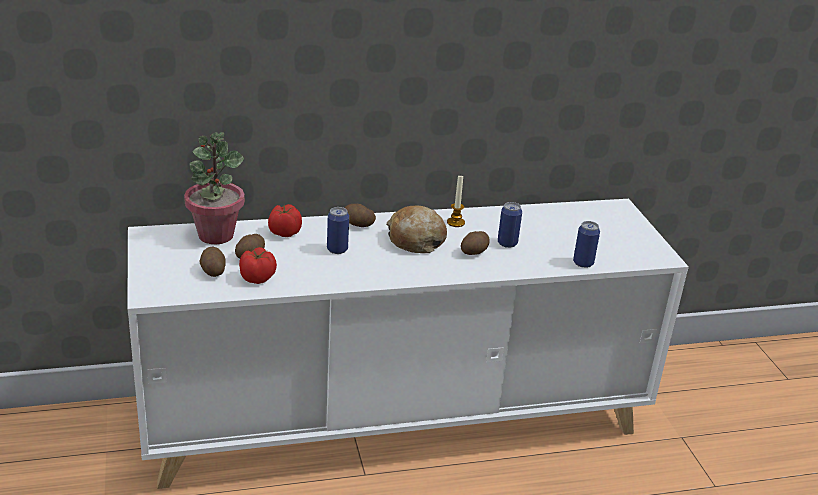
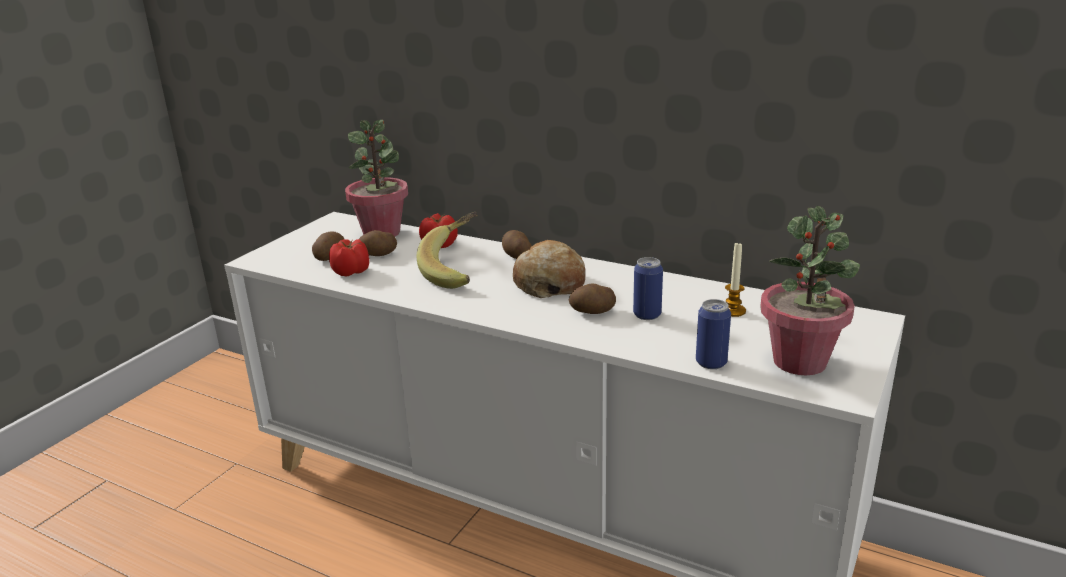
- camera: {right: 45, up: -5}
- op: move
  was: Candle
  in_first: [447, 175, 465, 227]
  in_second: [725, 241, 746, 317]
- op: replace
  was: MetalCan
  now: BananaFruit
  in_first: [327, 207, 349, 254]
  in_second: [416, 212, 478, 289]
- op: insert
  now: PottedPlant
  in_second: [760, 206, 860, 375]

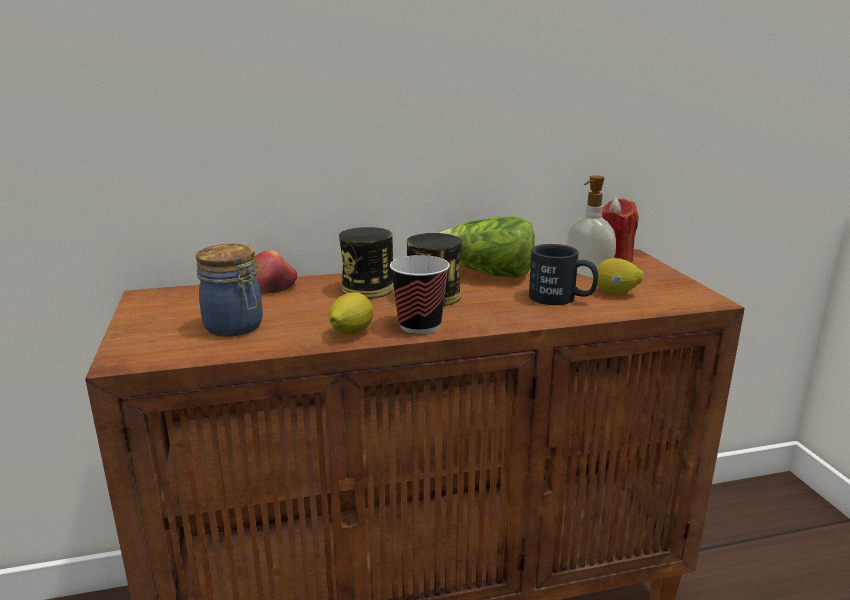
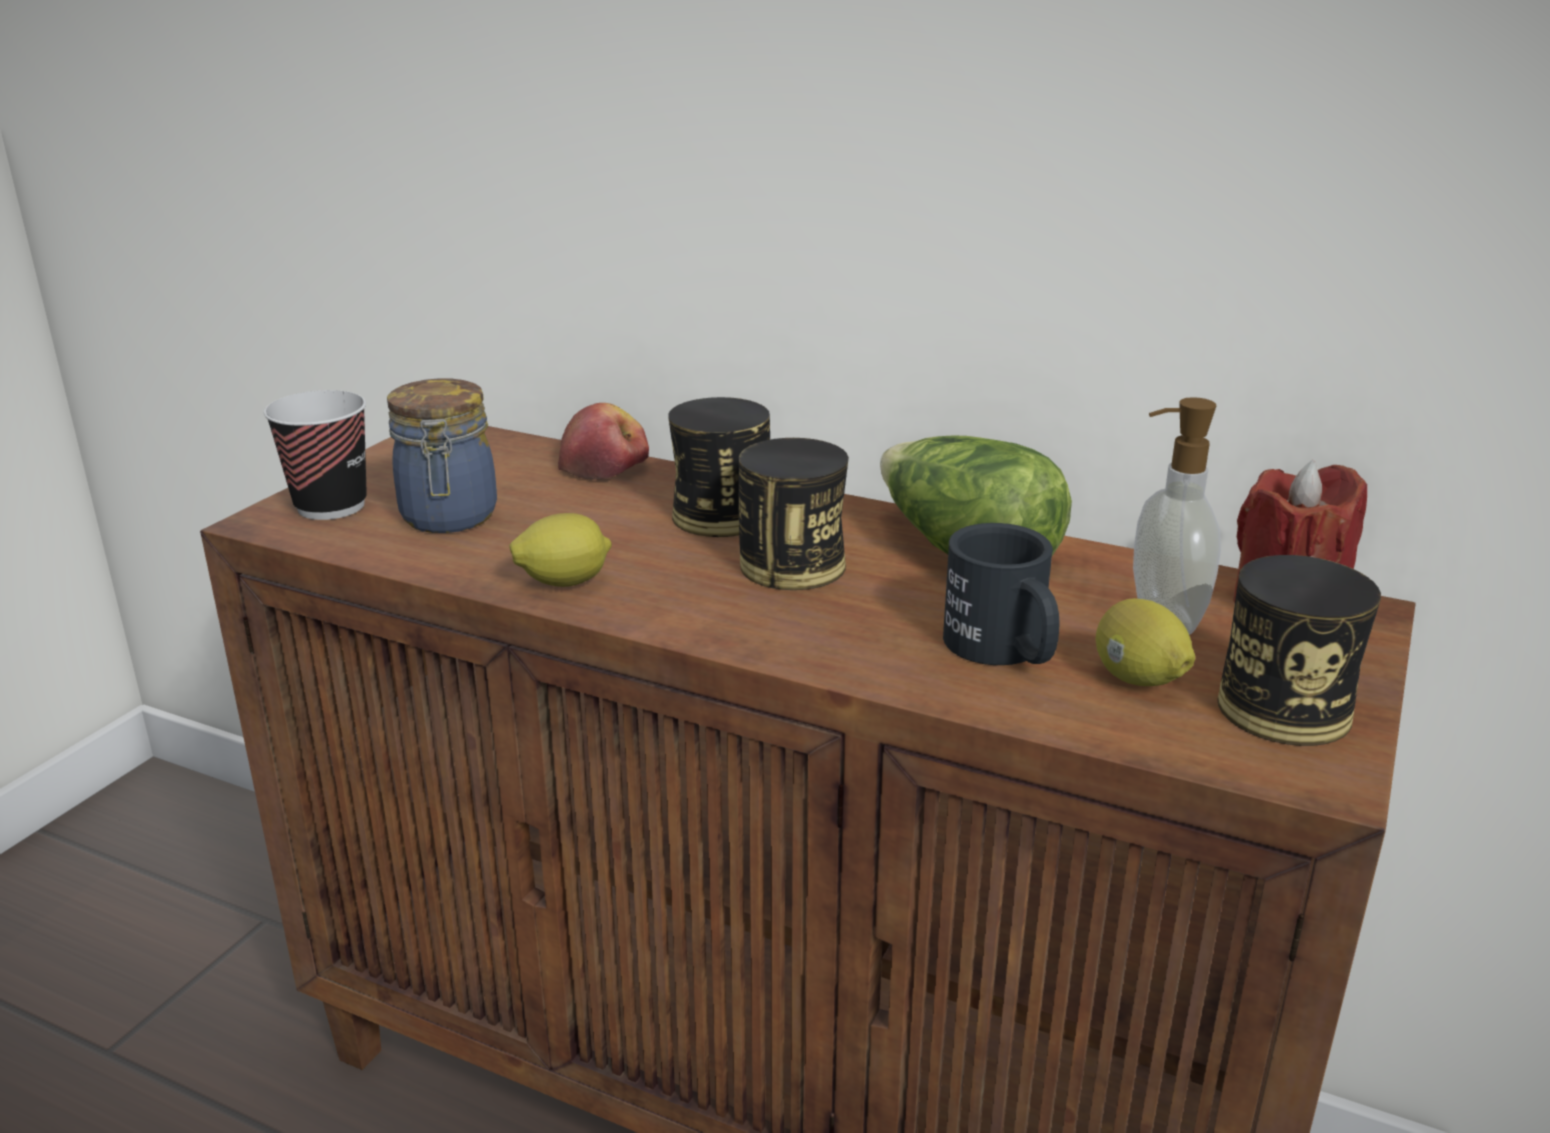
- camera: {right: 40, up: 5}
- op: move
  was: SmallCup
  in_first: [390, 255, 450, 334]
  in_second: [264, 390, 367, 520]
- op: insert
  now: MetalCan
  in_second: [1217, 555, 1381, 746]

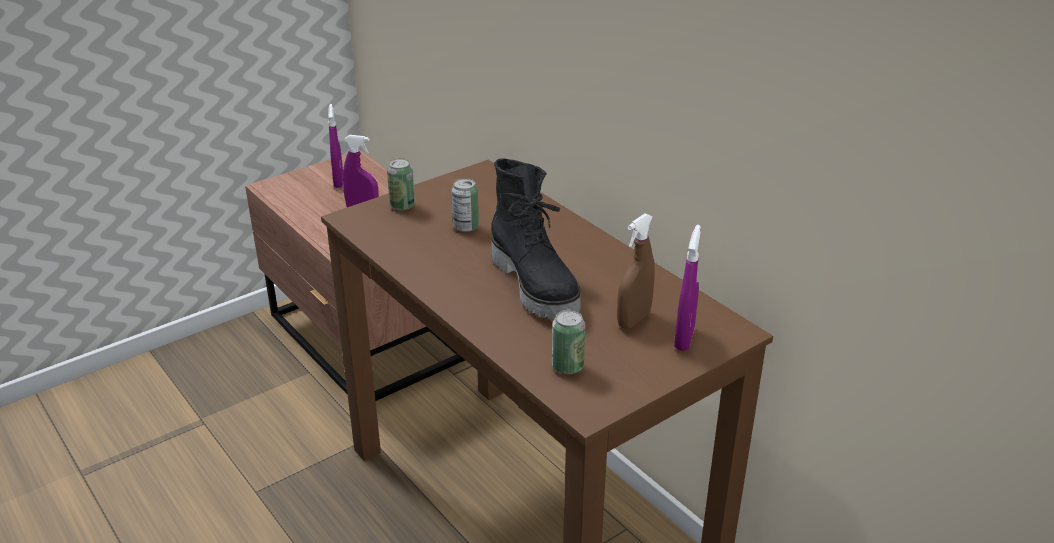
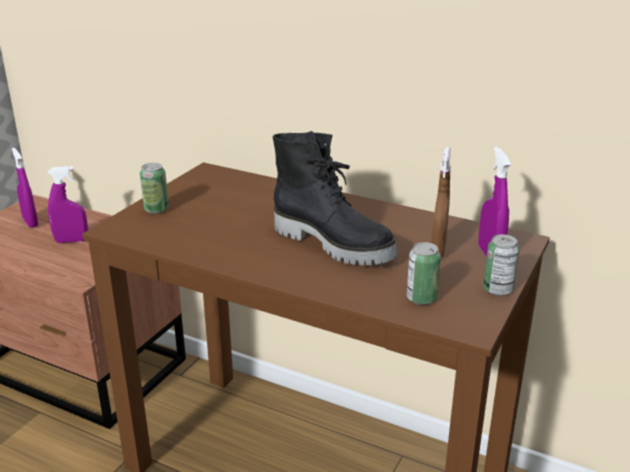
- camera: {right: -25, up: -5}
- op: move
  was: MetalCan
  in_first: [451, 178, 479, 232]
  in_second: [483, 234, 519, 296]

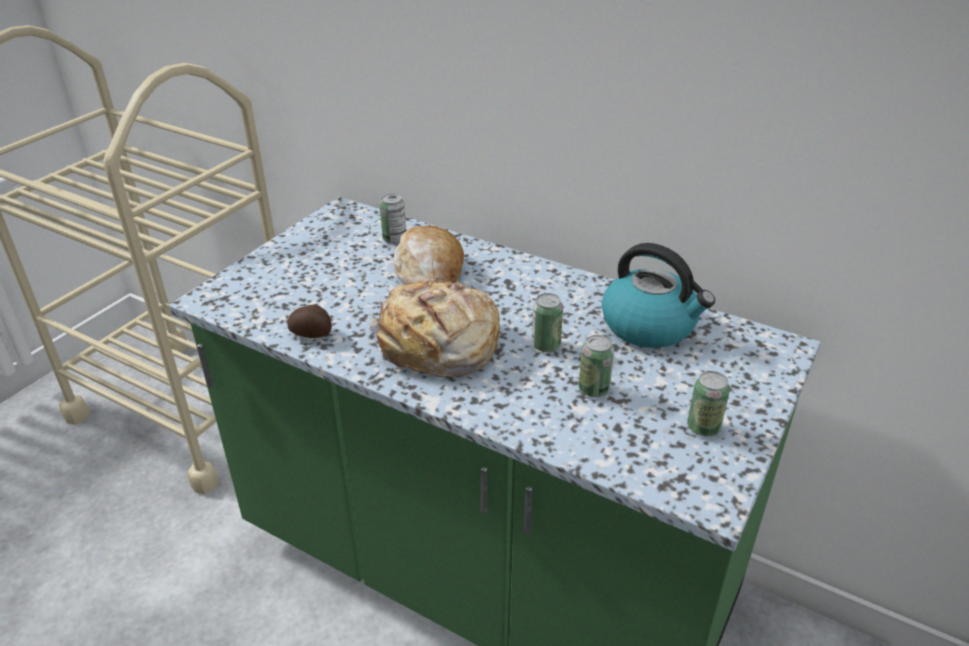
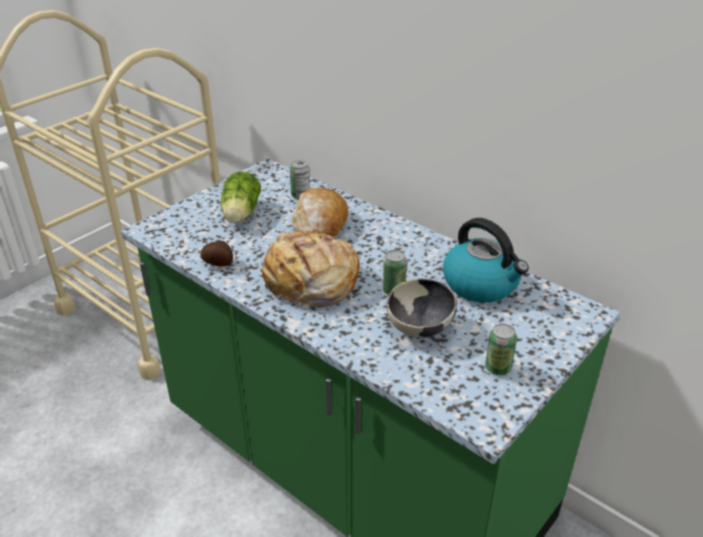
- camera: {right: 10, up: 0}
- op: replace
  was: MetalCan
  now: ServingBowl
  in_first: [578, 335, 614, 397]
  in_second: [387, 279, 457, 338]
- op: insert
  now: Lettuce
  in_second: [221, 171, 261, 223]

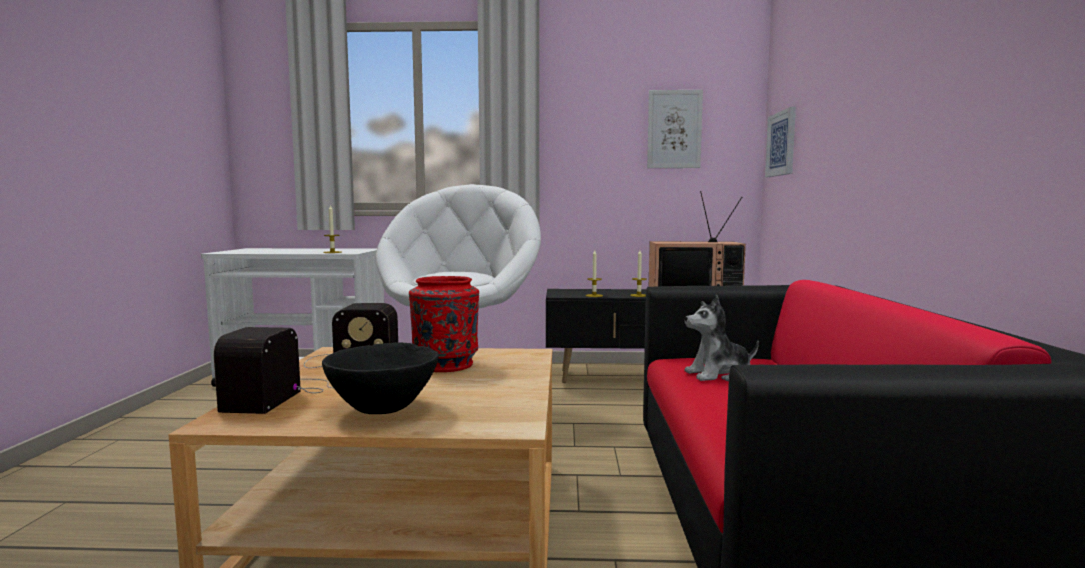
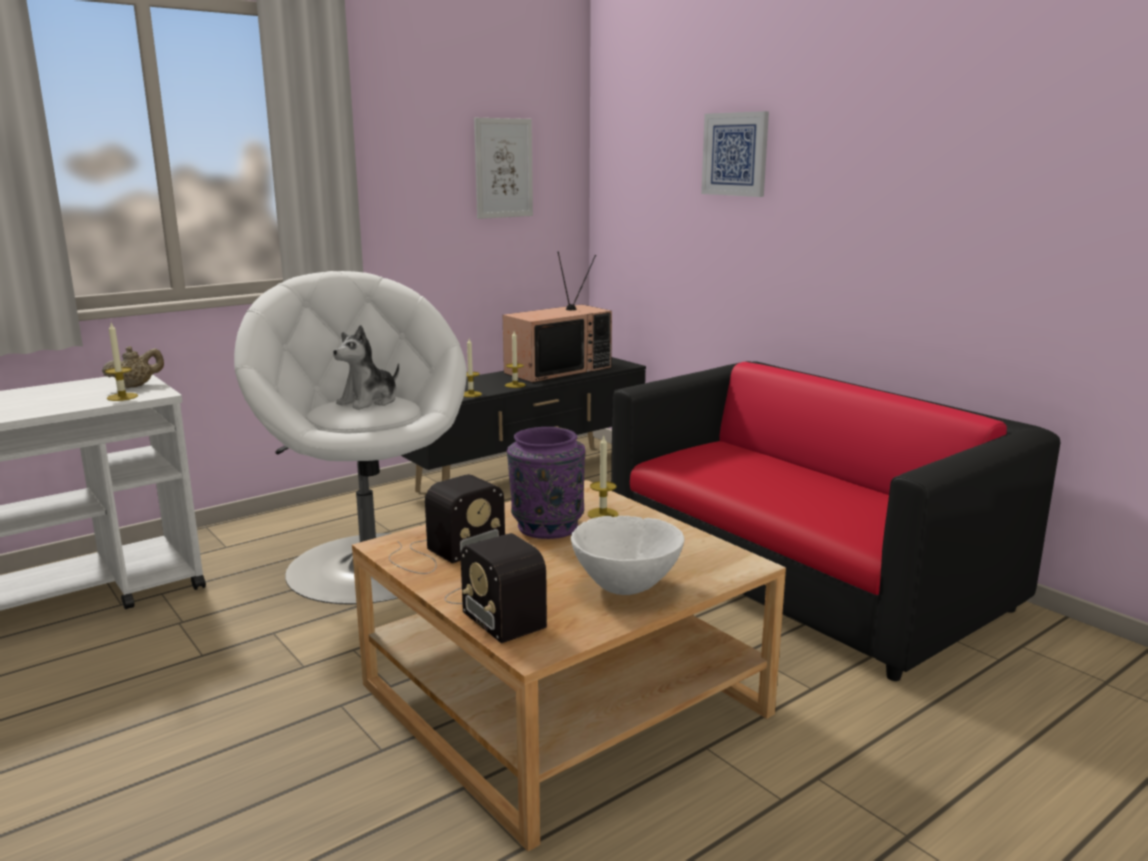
- camera: {right: -40, up: 10}
- op: move
  was: WallPicture
  in_first: [765, 107, 796, 177]
  in_second: [701, 111, 769, 197]
- op: recolor
  was: RedFlowerVase
  now: PurpleFlowerVase
  in_first: [409, 276, 479, 372]
  in_second: [507, 427, 585, 539]
- op: move
  was: CuddlyToy
  in_first: [685, 295, 759, 382]
  in_second: [333, 325, 399, 410]
- op: recolor
  was: BlackishServingBowl
  now: WhiteServingBowl
  in_first: [322, 342, 439, 414]
  in_second: [571, 516, 684, 595]
- op: insert
  now: BeigeColouredTeaPot
  in_second: [102, 346, 164, 388]
- op: insert
  now: Candle
  in_second: [588, 436, 618, 518]

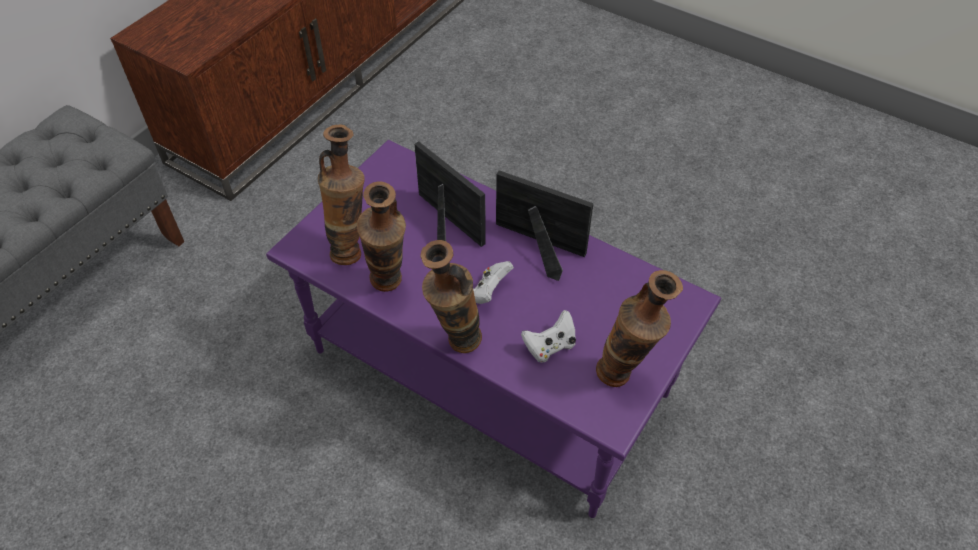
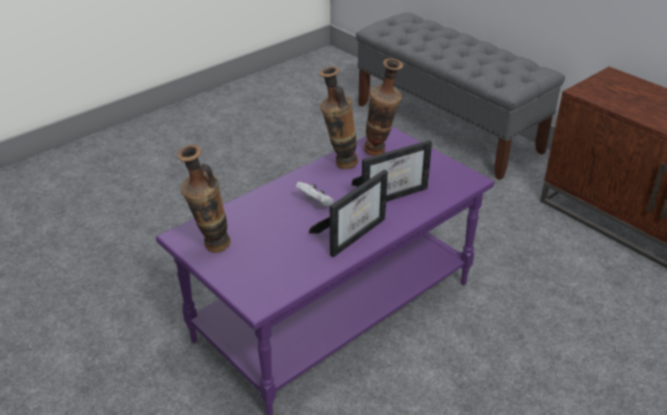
- camera: {right: 105, up: -15}
- op: delete
  was: FlowerVase
  in_first: [420, 240, 482, 353]
- op: delete
  was: WhiteGamepad
  in_first: [521, 310, 576, 363]

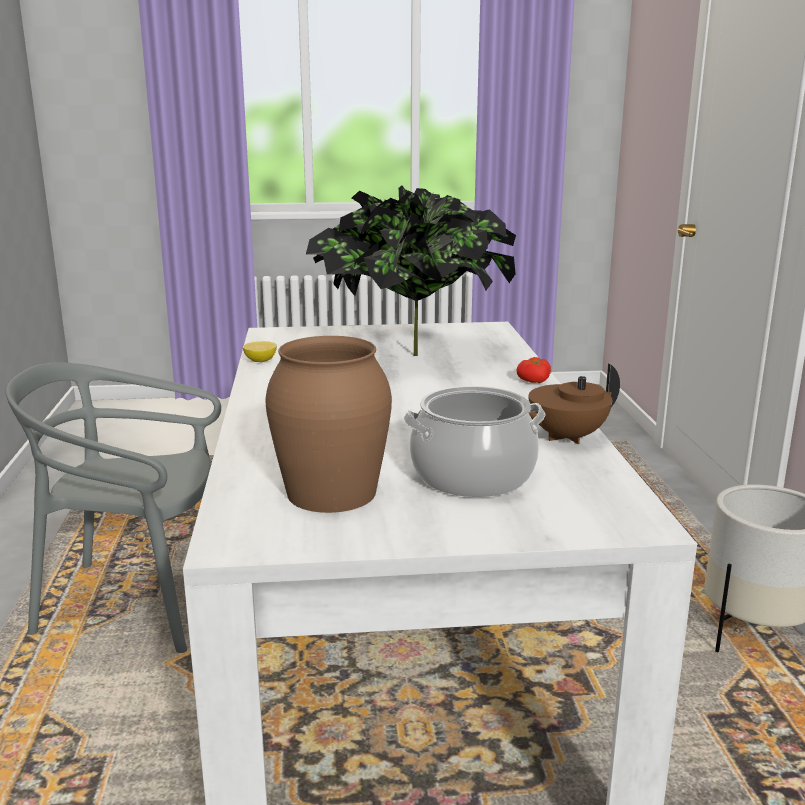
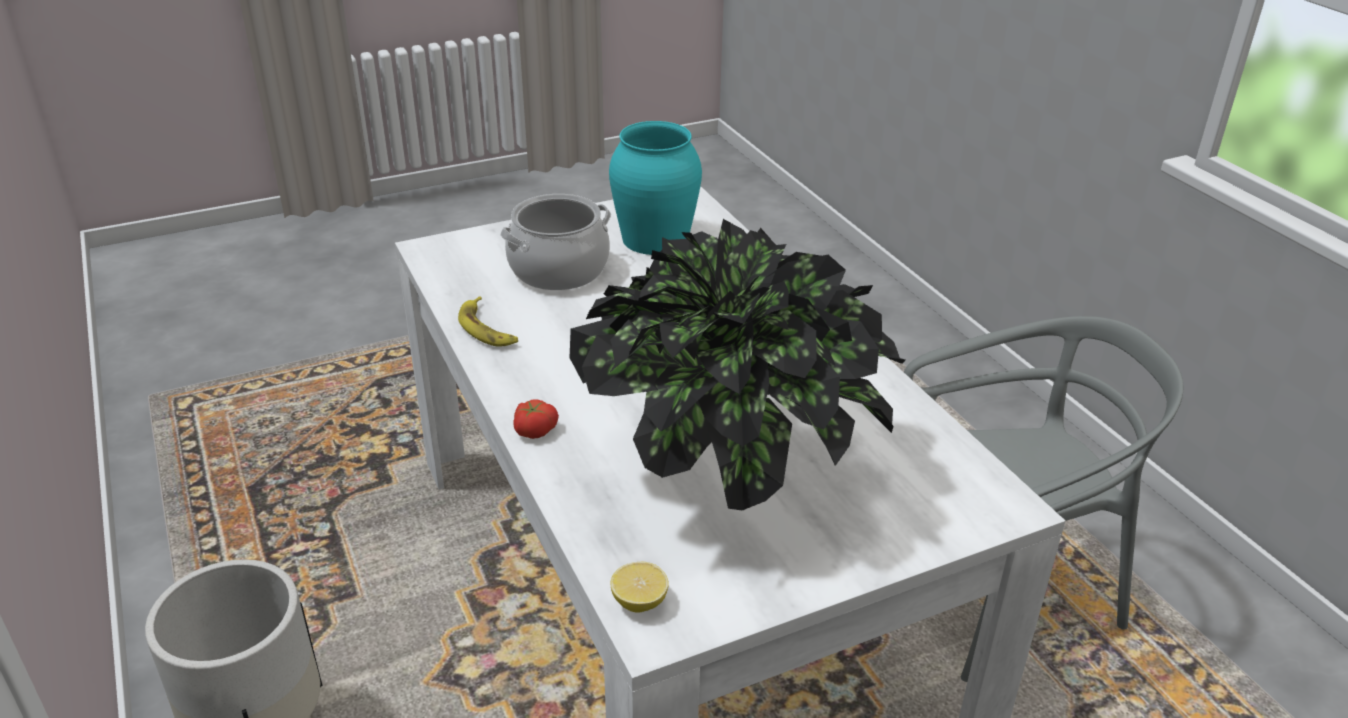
- camera: {right: 160, up: 15}
- op: recolor
  was: BrownColouredFlowerVase
  now: TurquoiseFlowerVase
  in_first: [265, 336, 392, 513]
  in_second: [609, 121, 702, 255]
- op: move
  was: WholeLemon
  in_first: [243, 341, 277, 362]
  in_second: [611, 562, 669, 613]
- op: replace
  was: BrownColouredTeaPot
  now: BananaFruit
  in_first: [529, 363, 620, 444]
  in_second: [458, 296, 518, 346]

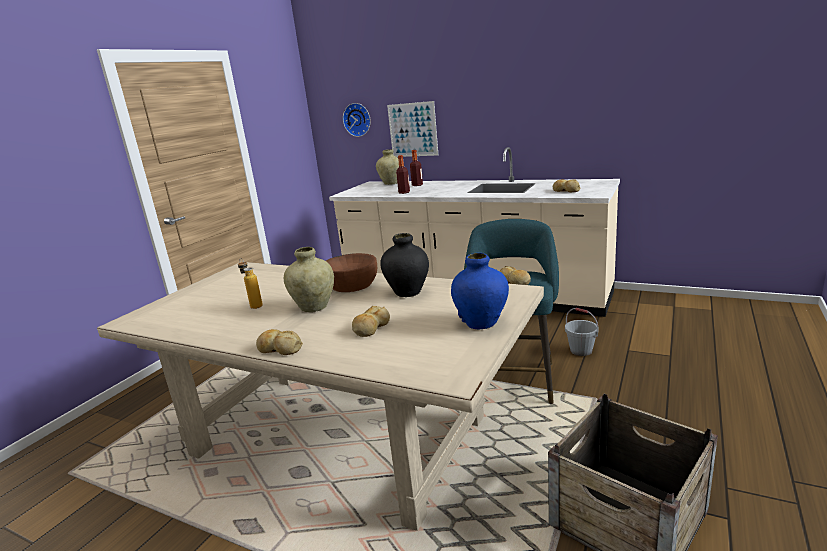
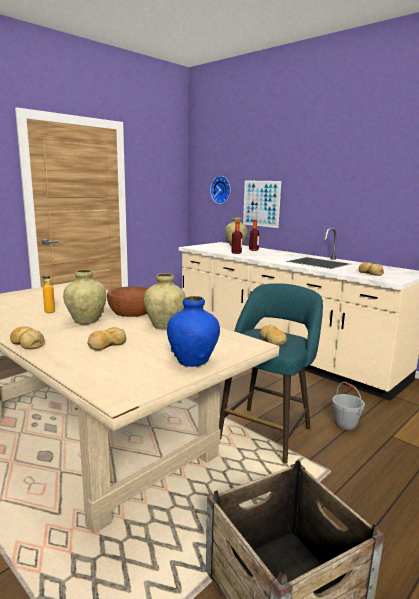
- camera: {right: 15, up: -5}
- op: recolor
  was: BlackishFlowerVase
  now: BeigeColouredFlowerVase
  in_first: [380, 233, 429, 297]
  in_second: [143, 273, 186, 330]

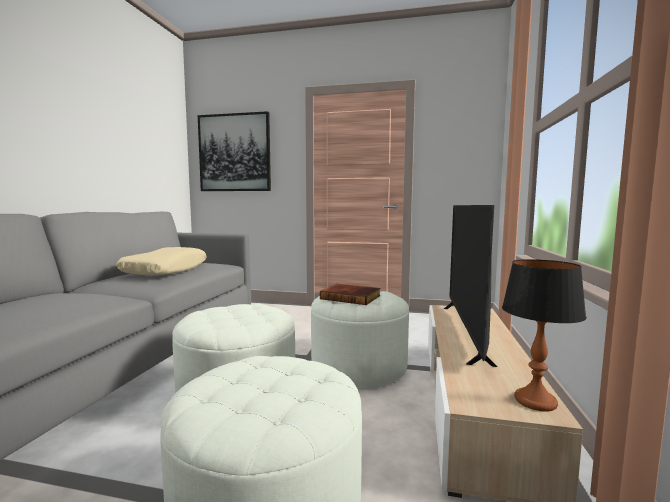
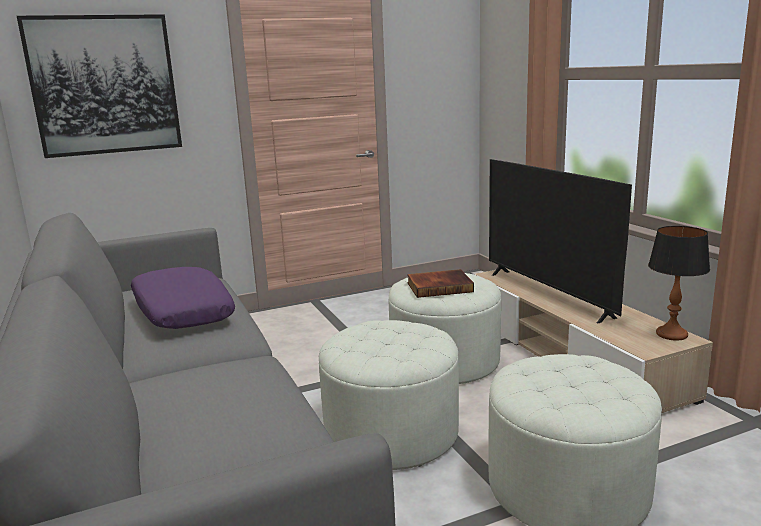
- camera: {right: -35, up: 10}
- op: recolor
  was: BeigeColouredThrowPillow
  now: PurpleThrowPillow
  in_first: [116, 247, 207, 275]
  in_second: [131, 267, 235, 329]

